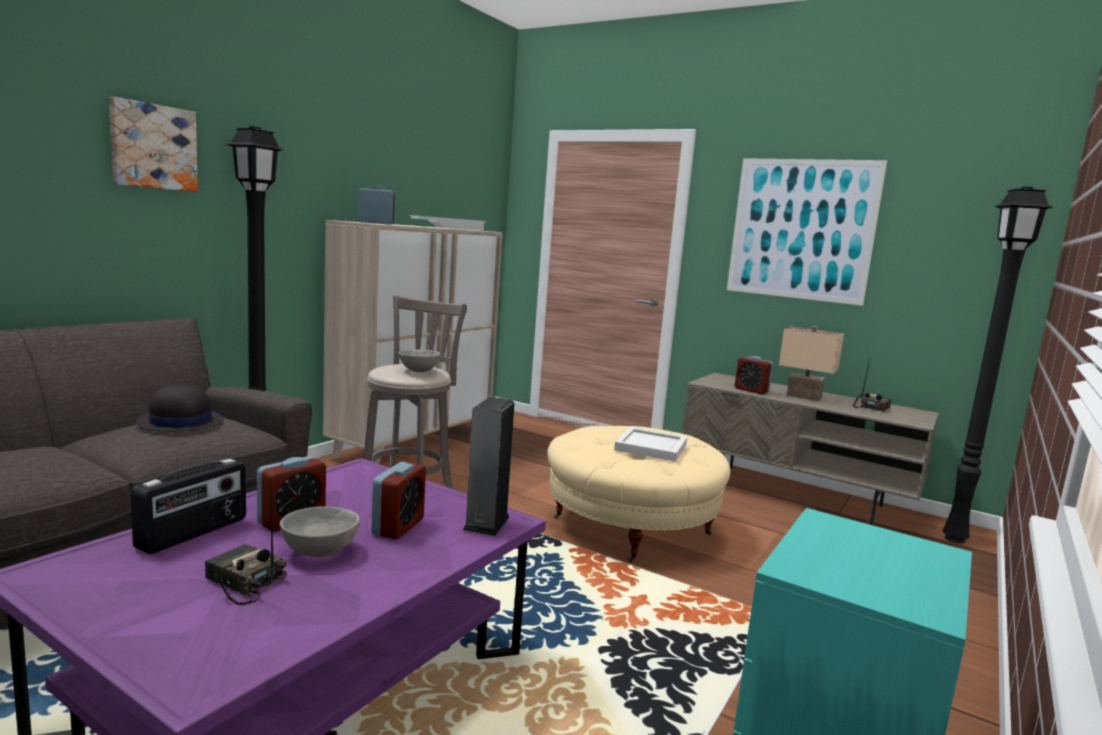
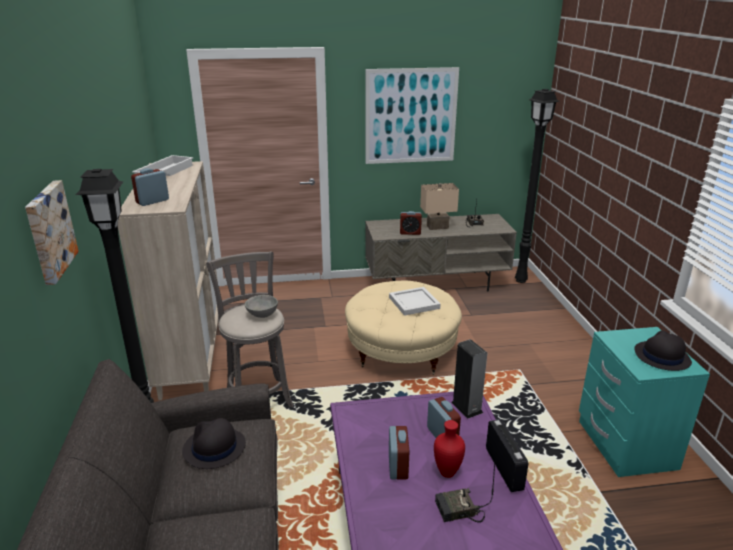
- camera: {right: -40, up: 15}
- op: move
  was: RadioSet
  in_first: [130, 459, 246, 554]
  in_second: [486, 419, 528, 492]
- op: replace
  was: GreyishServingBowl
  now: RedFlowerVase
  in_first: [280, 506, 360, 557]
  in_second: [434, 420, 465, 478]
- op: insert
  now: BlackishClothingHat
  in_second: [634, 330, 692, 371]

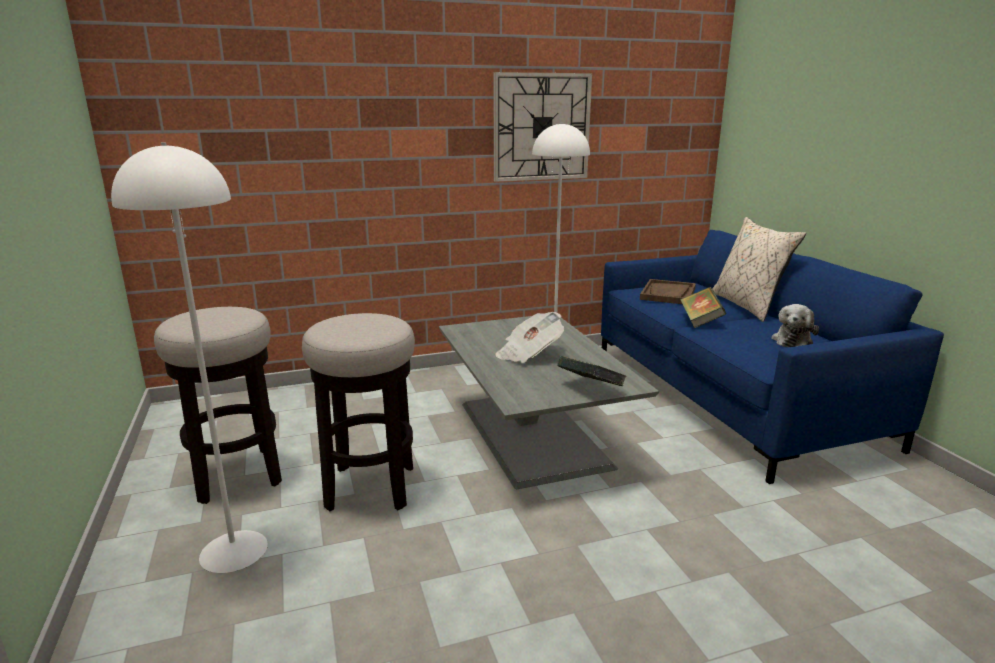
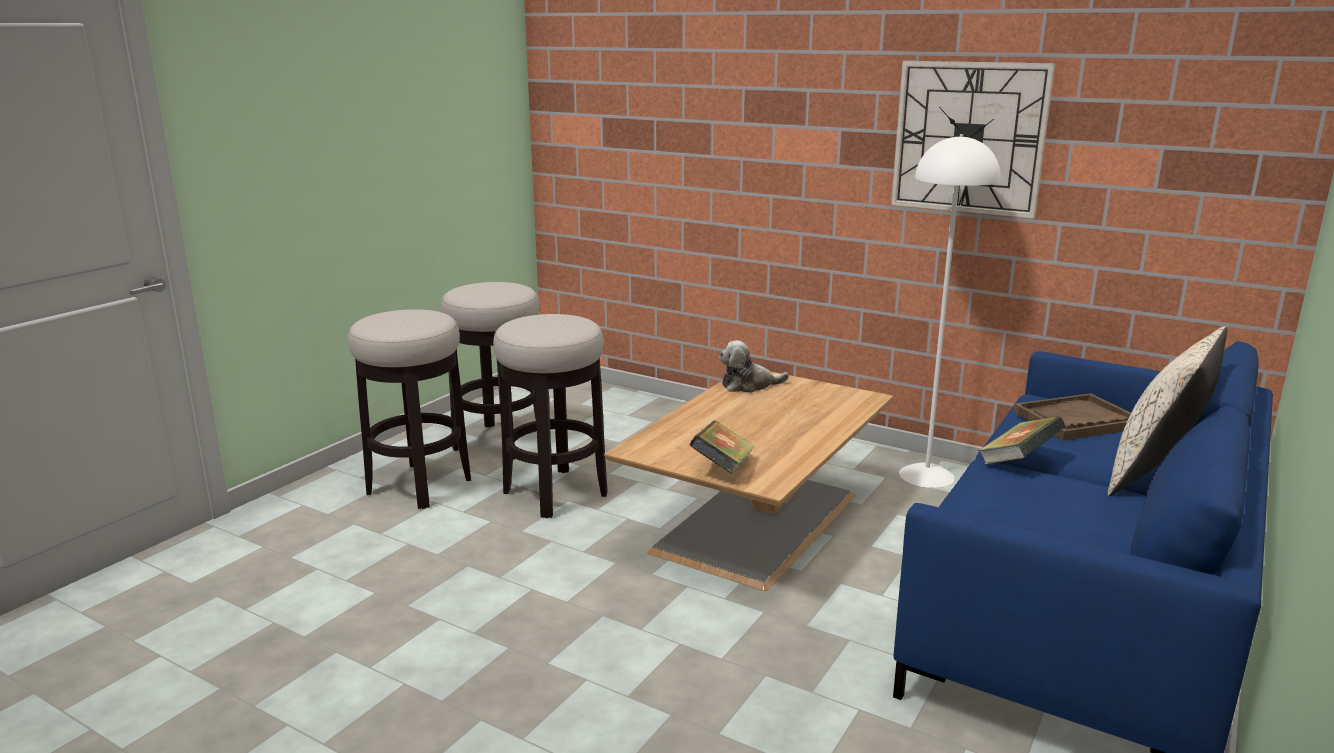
- camera: {right: 50, up: 0}
- op: replace
  was: WhiteFloorLamp
  now: SittingStool
  in_first: [111, 142, 268, 573]
  in_second: [348, 309, 471, 509]
- op: move
  was: CuddlyToy
  in_first: [771, 304, 819, 347]
  in_second: [719, 340, 789, 393]
- op: delete
  was: PrintedPaper
  in_first: [495, 312, 564, 363]
- op: recolor
  was: GreyishLowTable
  now: BrownColouredLowTable
  in_first: [439, 316, 659, 489]
  in_second: [604, 372, 893, 591]

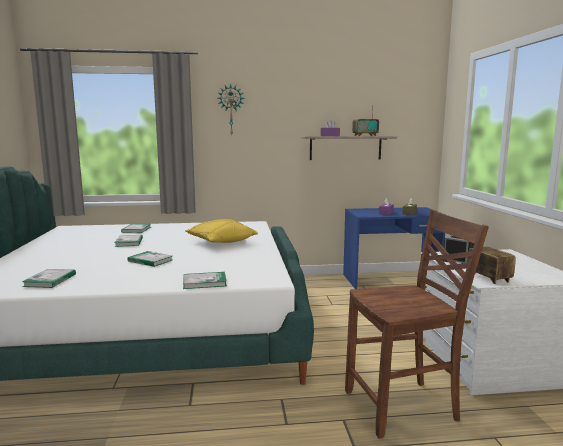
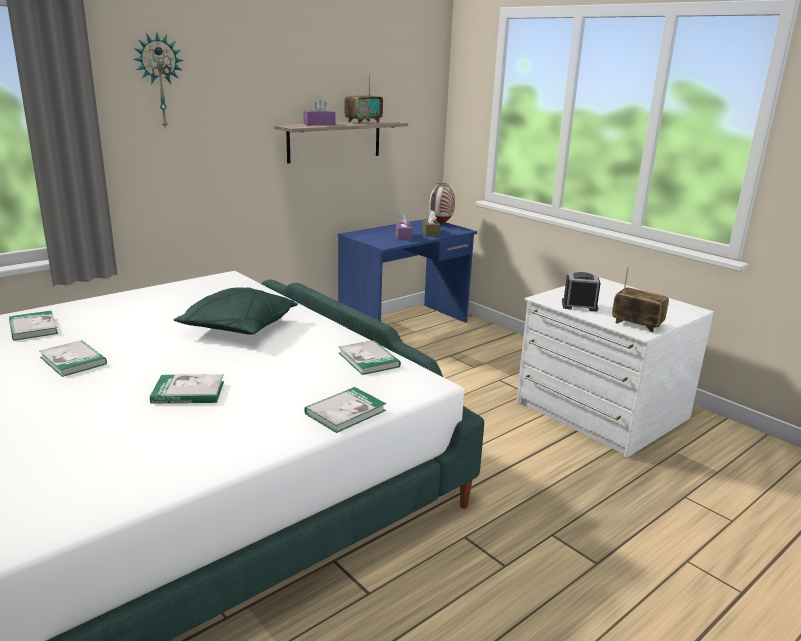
- camera: {right: -35, up: 10}
- op: delete
  was: BrownColouredPlainChair
  in_first: [345, 210, 489, 438]
- op: recolor
  was: YellowColouredThrowPillow
  now: GreenThrowPillow
  in_first: [185, 219, 258, 243]
  in_second: [173, 287, 298, 335]
- op: move
  was: Volume
  in_first: [22, 269, 76, 288]
  in_second: [339, 340, 401, 375]
- op: insert
  now: FlowerVase
  in_second: [429, 183, 455, 224]

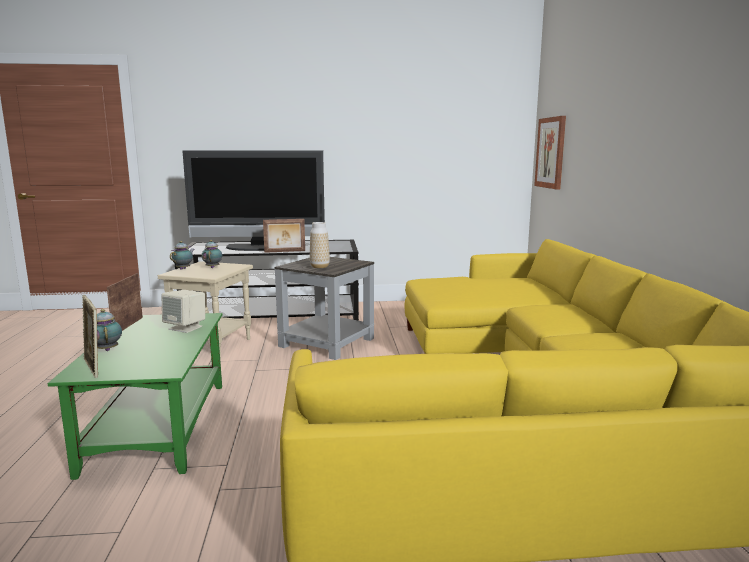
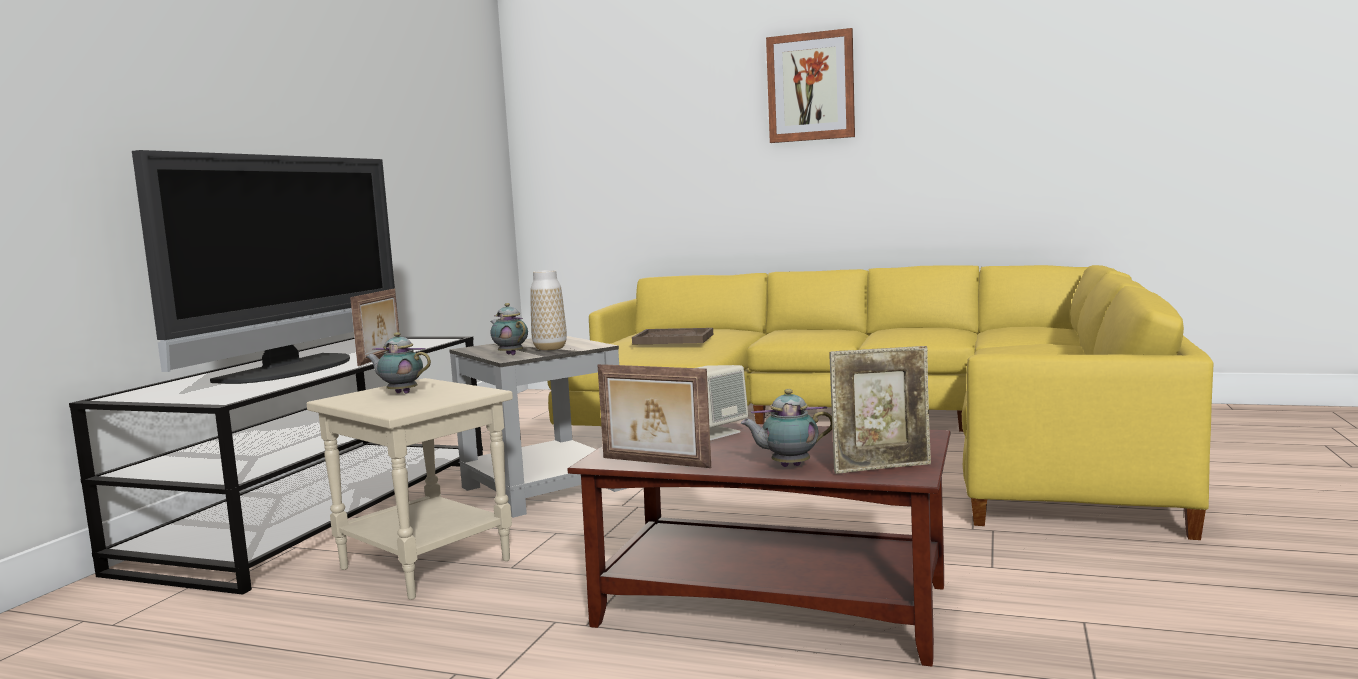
- camera: {right: -65, up: -5}
- op: move
  was: WallPicture
  in_first: [534, 116, 566, 189]
  in_second: [766, 28, 855, 143]
- op: move
  was: TeaPot
  in_first: [170, 241, 195, 270]
  in_second: [490, 303, 528, 355]
- op: recolor
  was: GreenLowTable
  now: BrownColouredLowTable
  in_first: [48, 313, 222, 480]
  in_second: [568, 423, 950, 666]
- op: insert
  now: BrownColouredServingTray
  in_second: [632, 328, 713, 344]

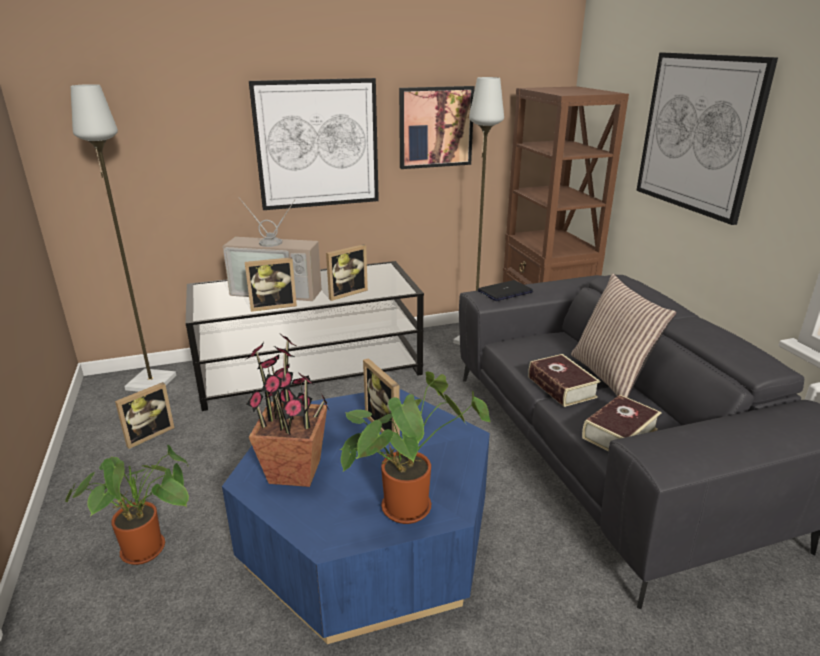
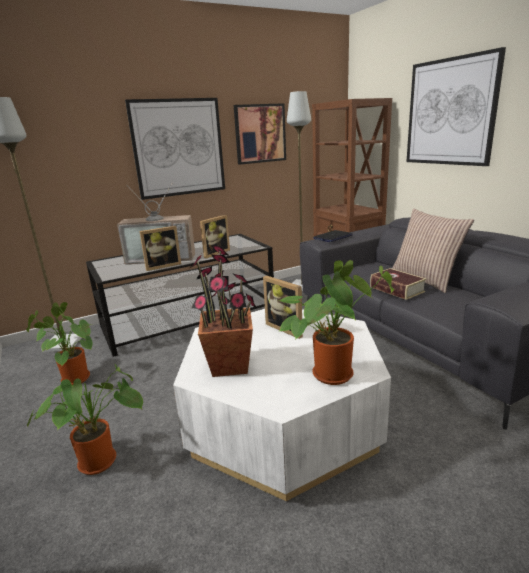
- camera: {right: -10, up: -5}
- op: replace
  was: PhotoFrame
  now: PottedPlant
  in_first: [115, 382, 174, 449]
  in_second: [26, 302, 93, 386]
- op: recolor
  was: BlueLowTable
  now: WhiteLowTable
  in_first: [222, 389, 490, 644]
  in_second: [173, 309, 391, 501]
- op: delete
  was: Volume
  in_first: [582, 395, 662, 451]

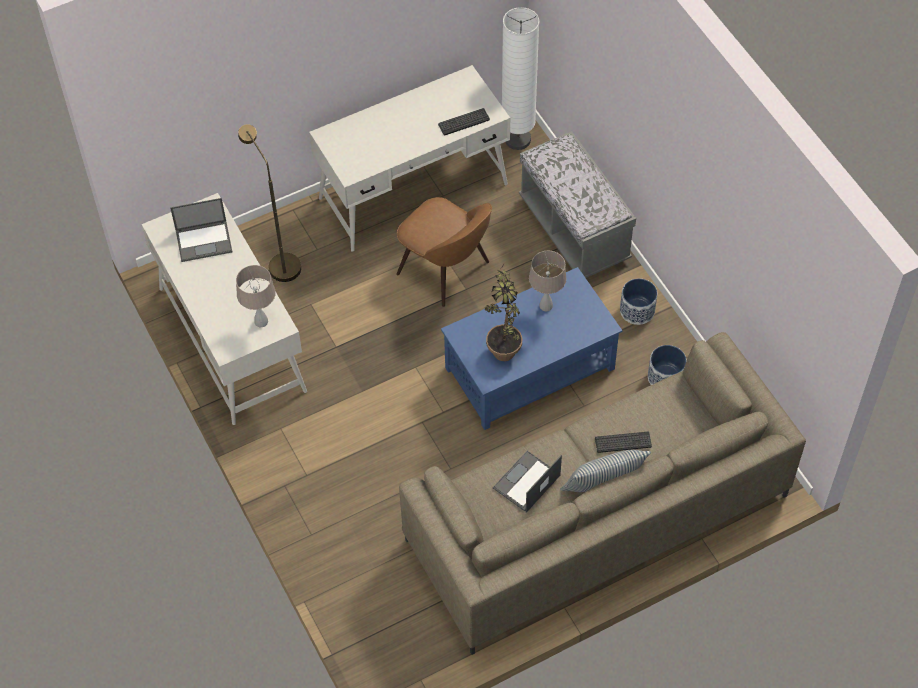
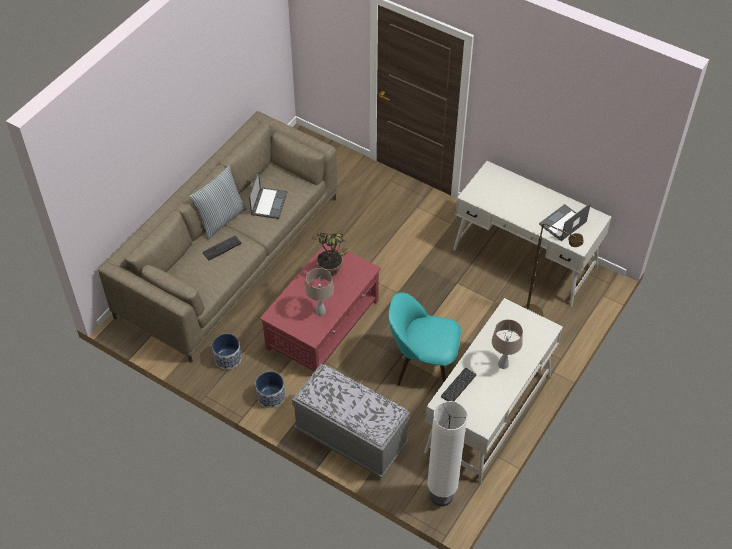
- camera: {right: 150, up: -5}
- op: recolor
  was: BrownColouredPlainChair
  now: TurquoisePlainChair
  in_first: [396, 197, 492, 307]
  in_second: [388, 292, 461, 386]
- op: move
  was: BeigeColouredLampForATable
  in_first: [236, 265, 276, 327]
  in_second: [492, 319, 523, 369]
- op: recolor
  was: BlueLowTable
  now: RedLowTable
  in_first: [441, 267, 622, 430]
  in_second: [260, 242, 381, 373]

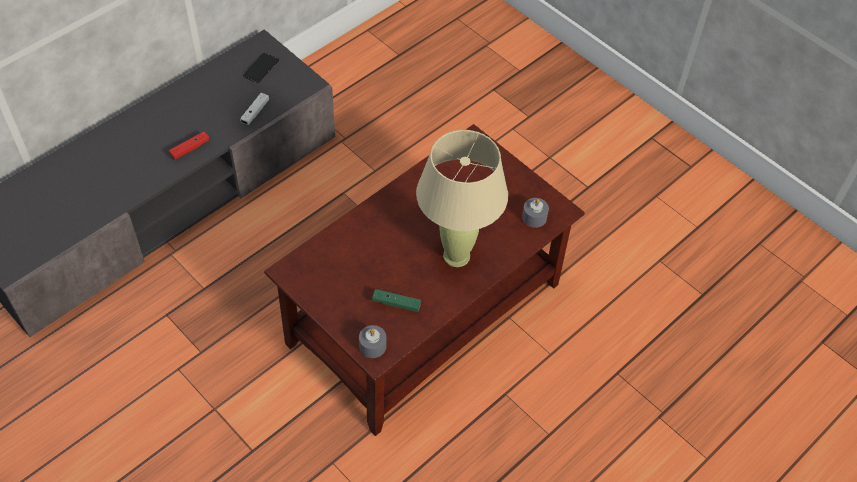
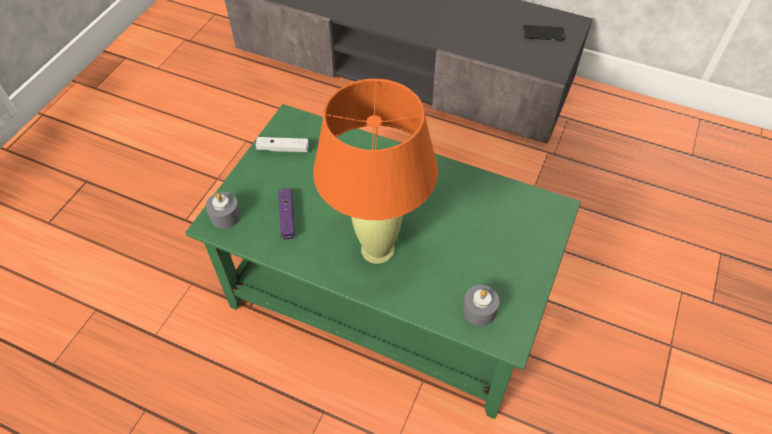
- camera: {right: 70, up: 0}
- op: move
  was: WhiteGamepad
  in_first: [240, 93, 269, 125]
  in_second: [256, 137, 309, 153]
- op: recolor
  was: BrownColouredLowTable
  now: GreenLowTable
  in_first: [264, 124, 585, 436]
  in_second: [185, 104, 581, 419]
- op: recolor
  was: BeigeColouredLampForATable
  now: OrangeyLampForATable
  in_first: [416, 130, 508, 267]
  in_second: [313, 79, 438, 264]
- op: delete
  was: RedGamepad
  in_first: [169, 132, 210, 160]
- op: recolor
  was: GreenGamepad
  now: PurpleGamepad
  in_first: [372, 289, 421, 312]
  in_second: [278, 189, 295, 240]

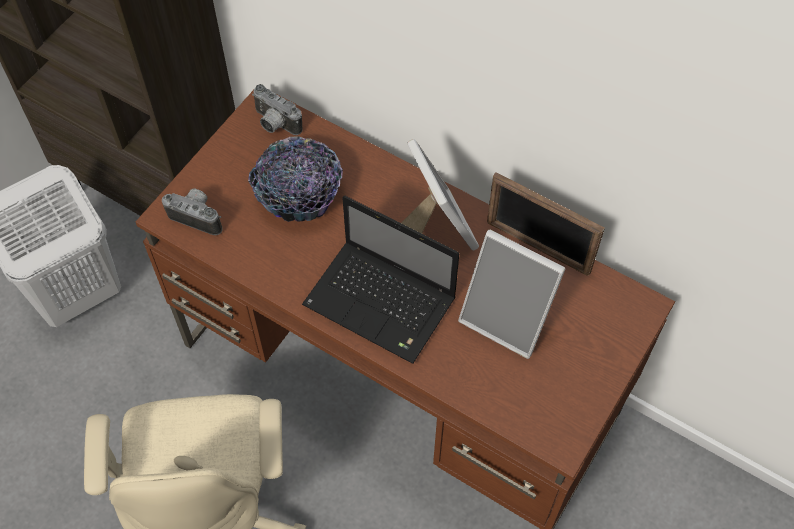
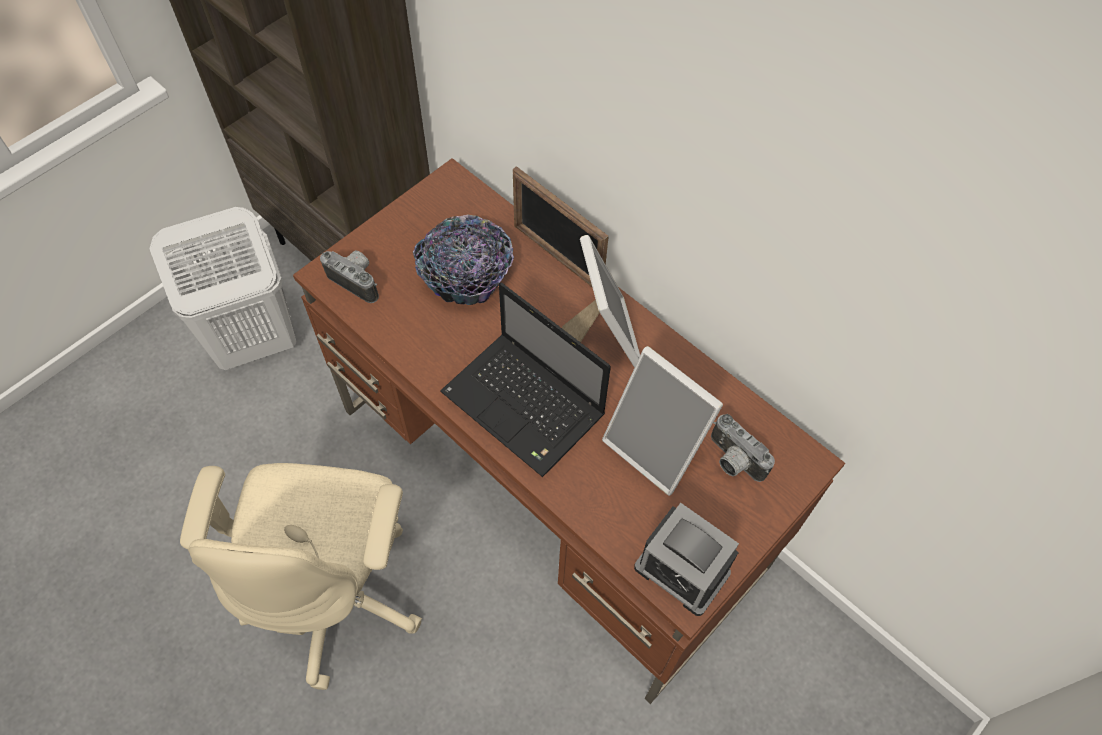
- camera: {right: 10, up: 0}
- op: move
  was: PhotoCamera
  in_first: [252, 84, 303, 135]
  in_second: [711, 414, 775, 482]
- op: move
  was: PhotoFrame
  in_first: [487, 172, 605, 276]
  in_second: [513, 166, 609, 287]
- op: insert
  now: TableClock
  in_second: [634, 503, 739, 616]

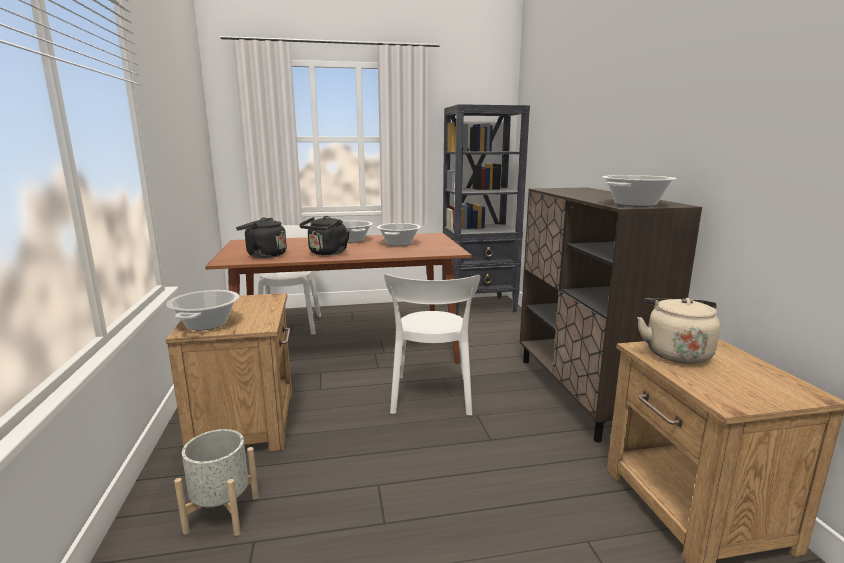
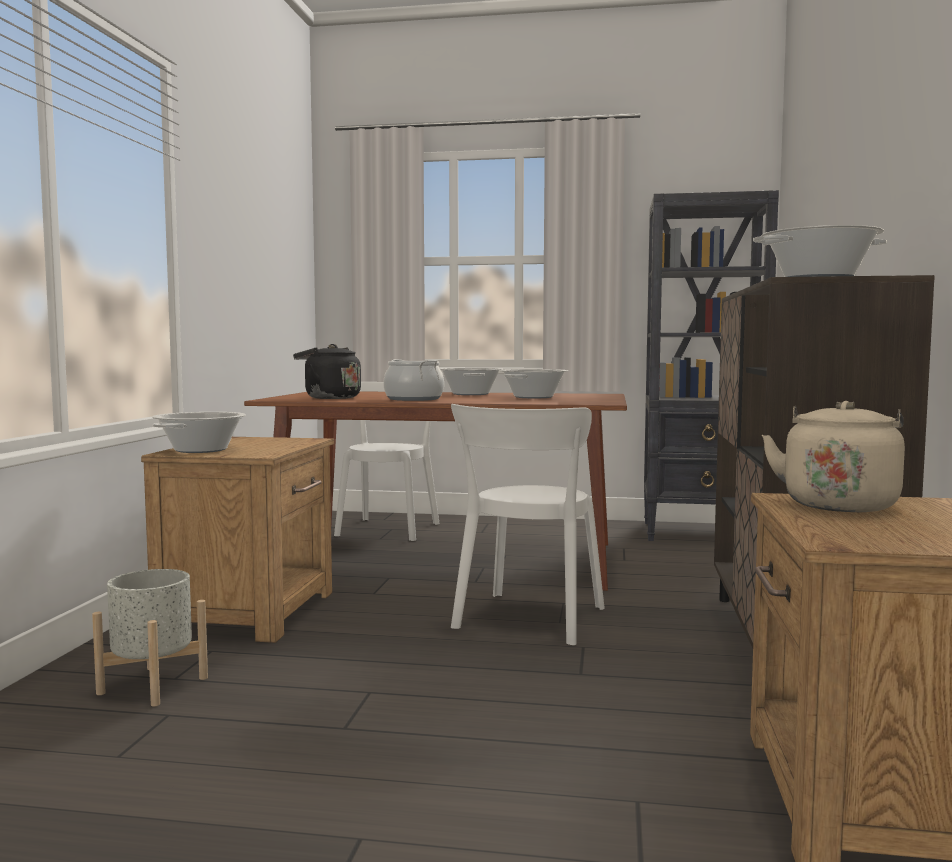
- camera: {right: 20, up: -10}
- op: replace
  was: BlackishTeaKettle
  now: Stockpot
  in_first: [299, 216, 349, 255]
  in_second: [383, 359, 444, 401]

